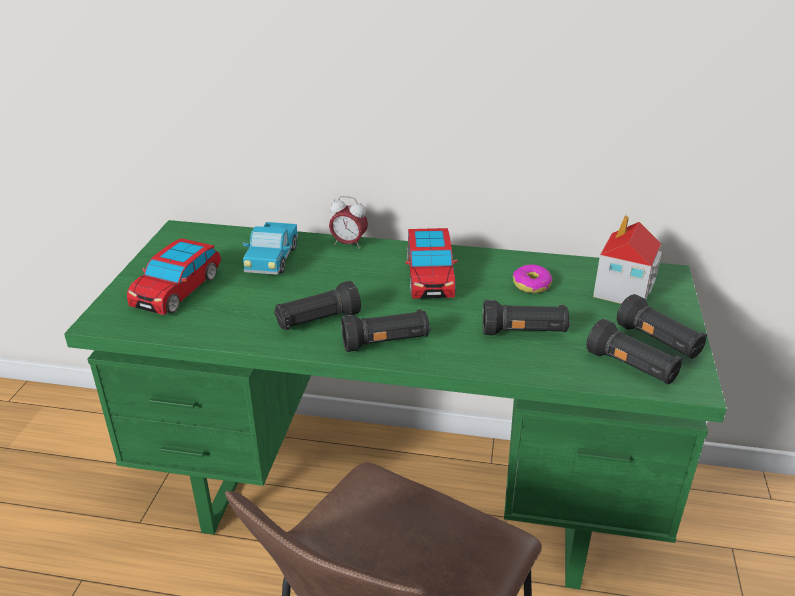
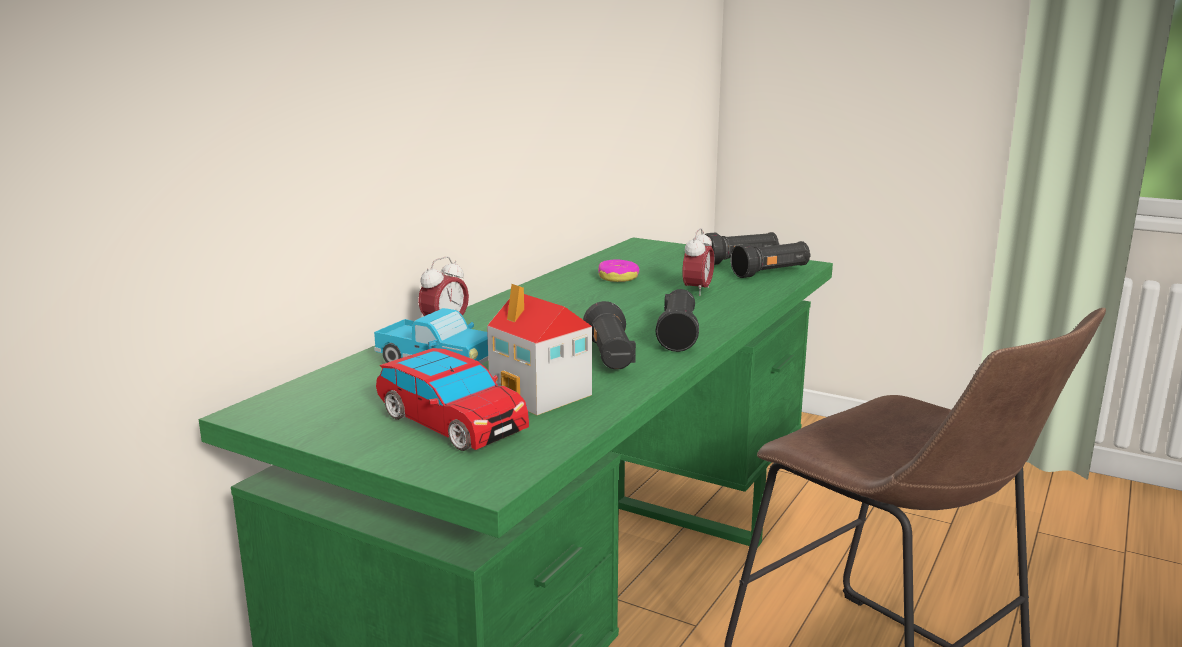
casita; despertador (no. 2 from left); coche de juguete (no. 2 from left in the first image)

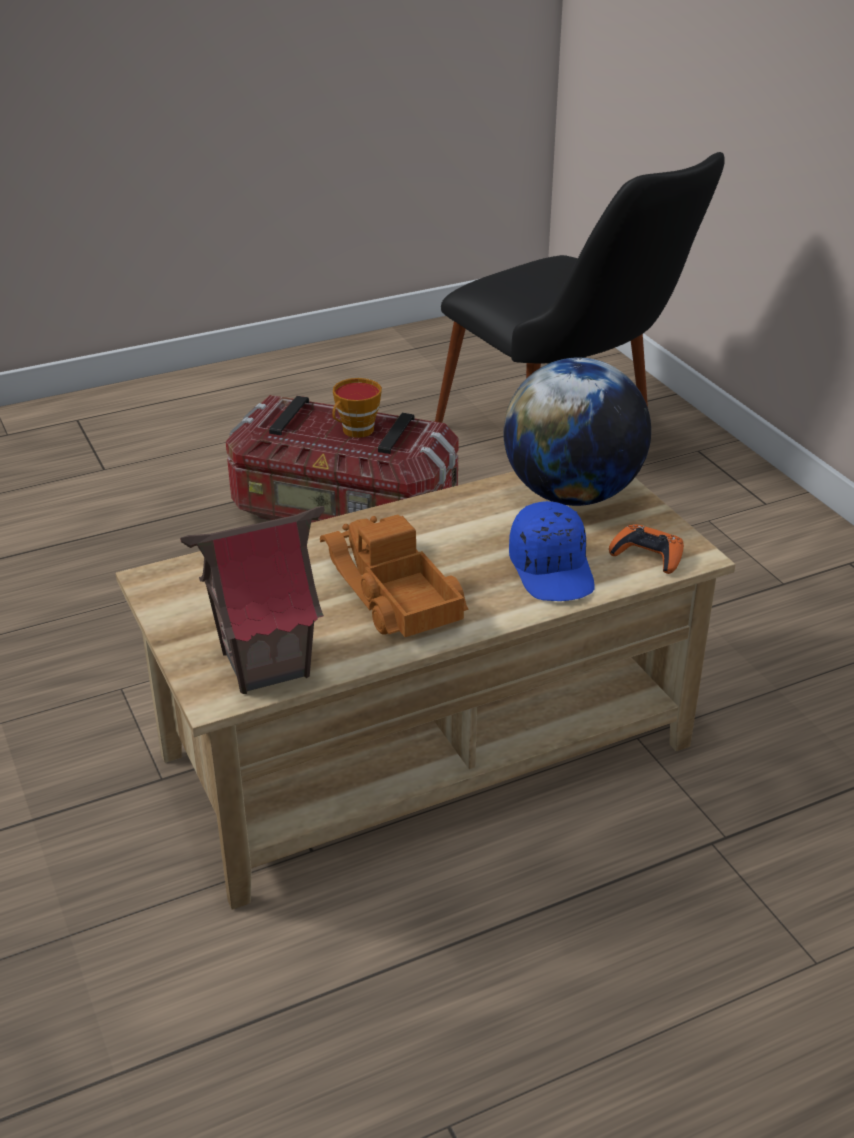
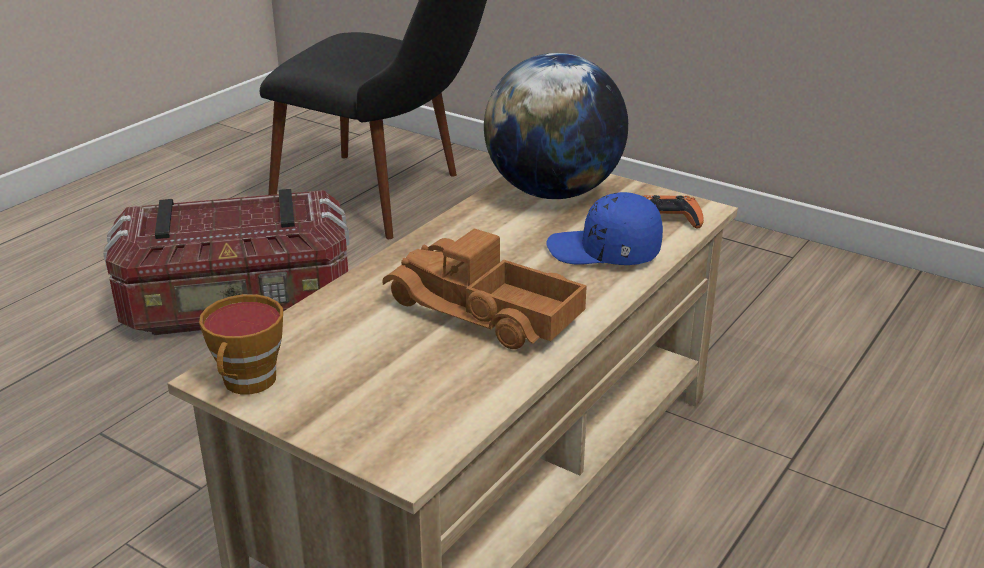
taza; gorra (azul); casita

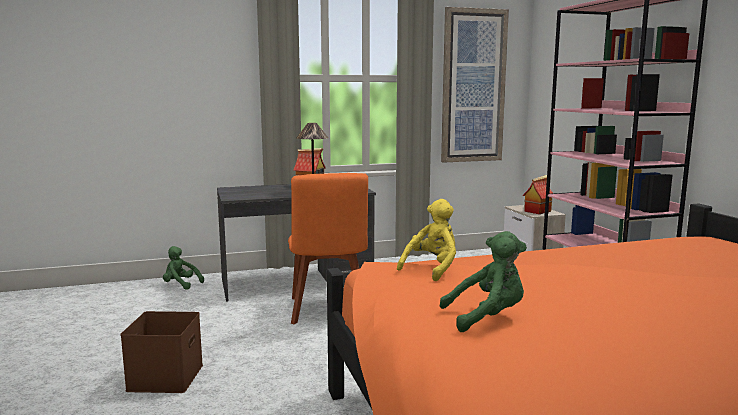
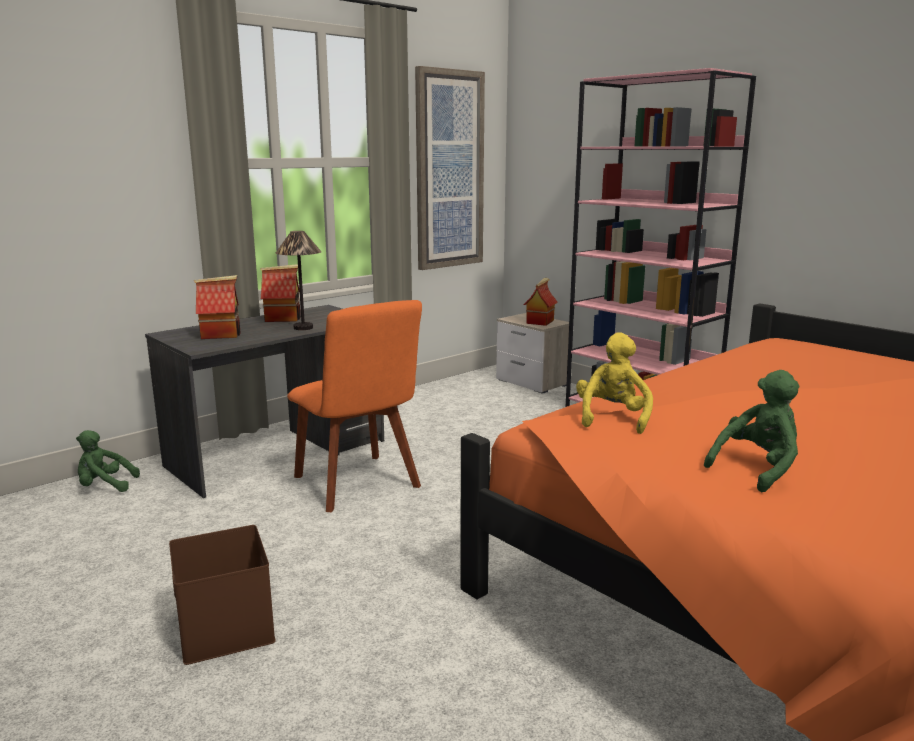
casita (no. 1 from left)

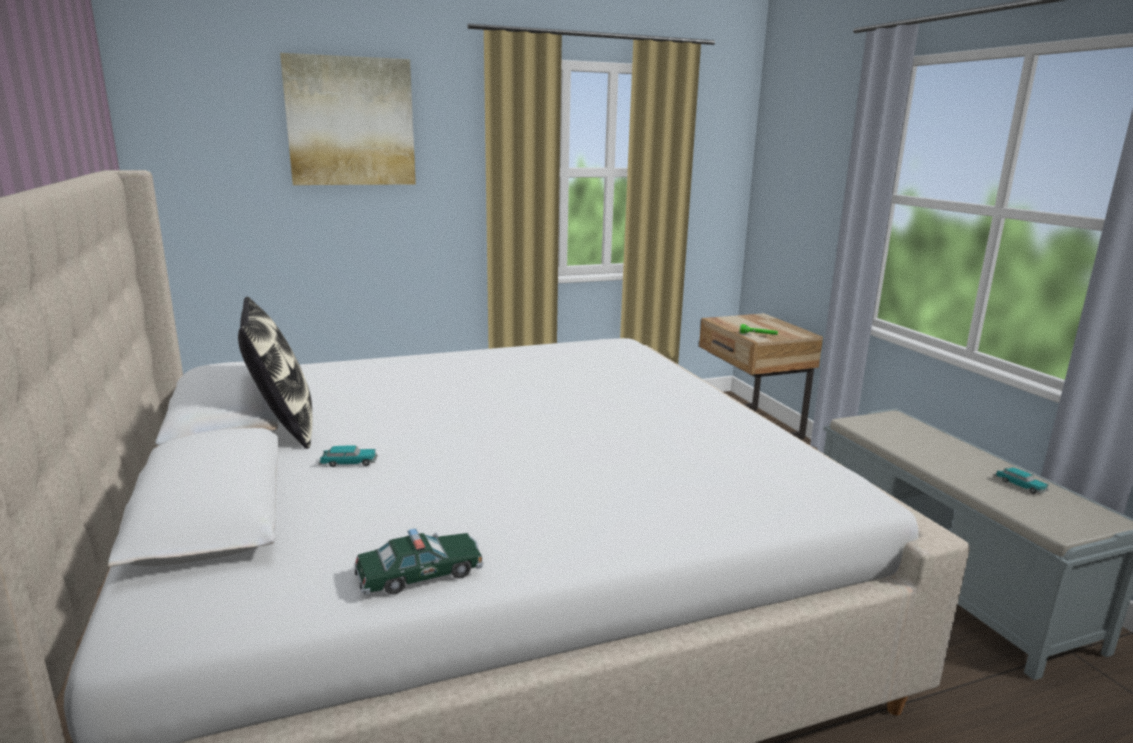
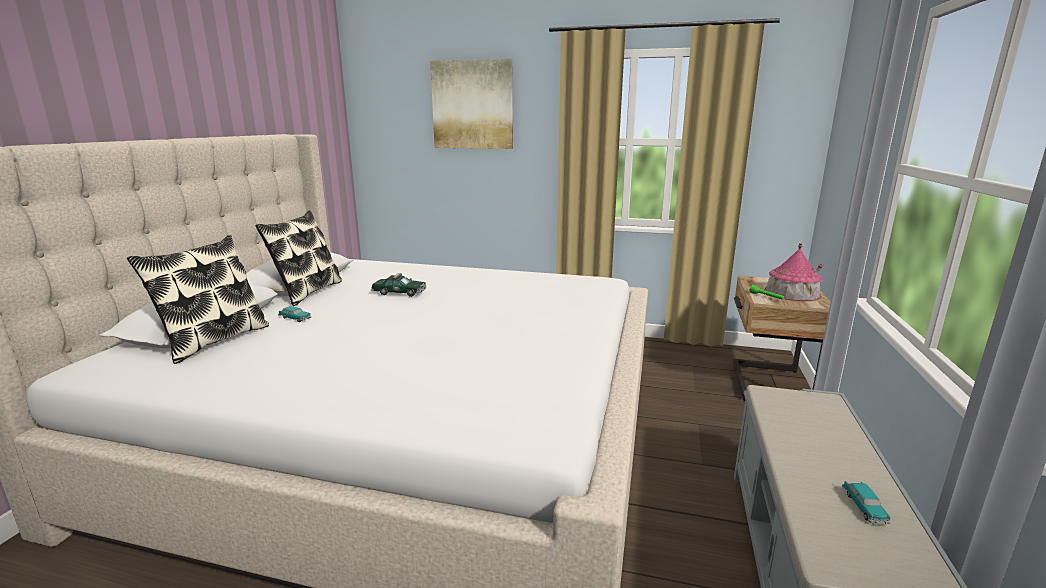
cojín (no. 1 from left); coche de juguete (no. 2 from left); casita

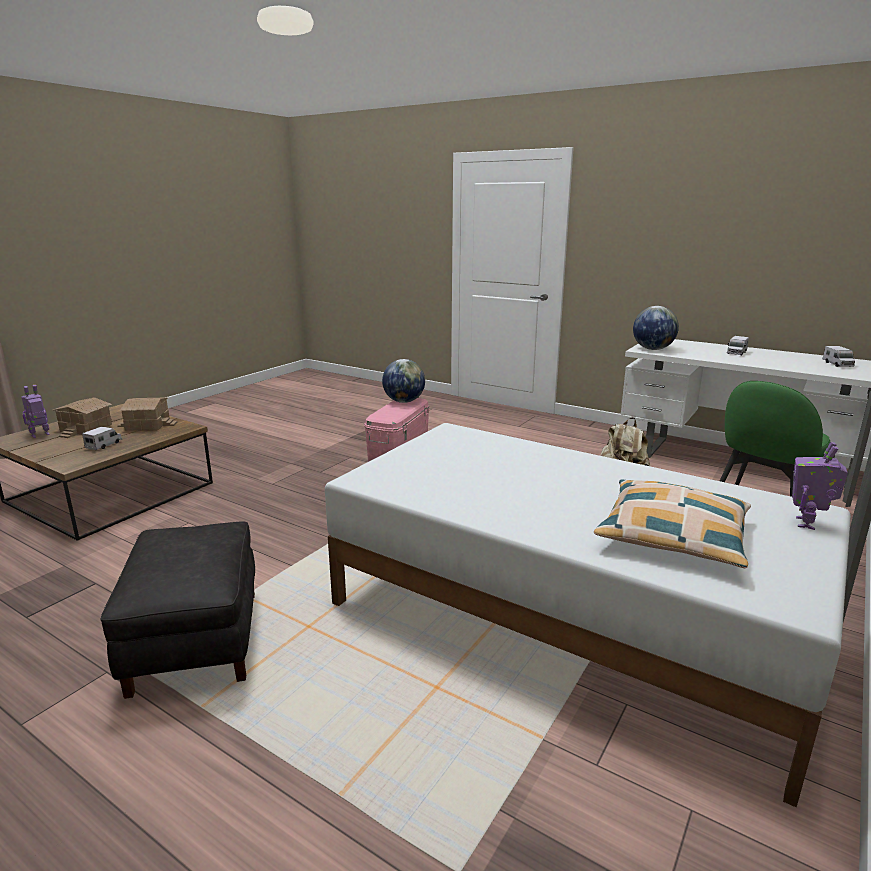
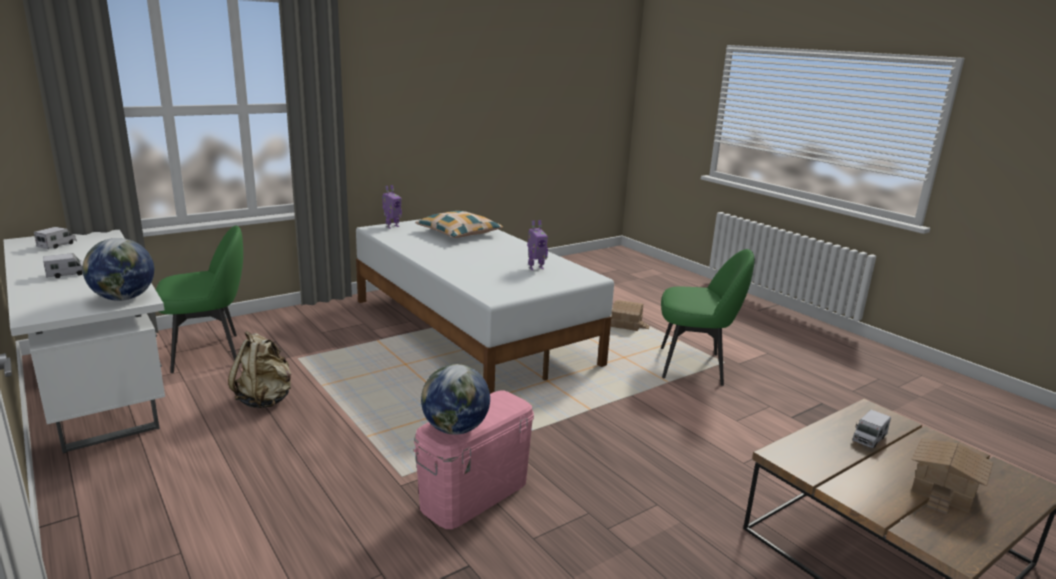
robot de juguete (no. 2 from left); casita (no. 1 from left); silla (verde) (no. 2 from left)

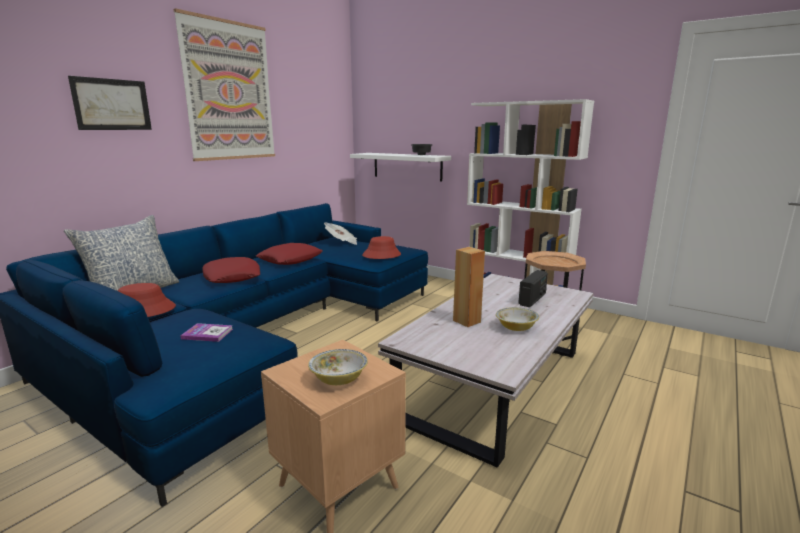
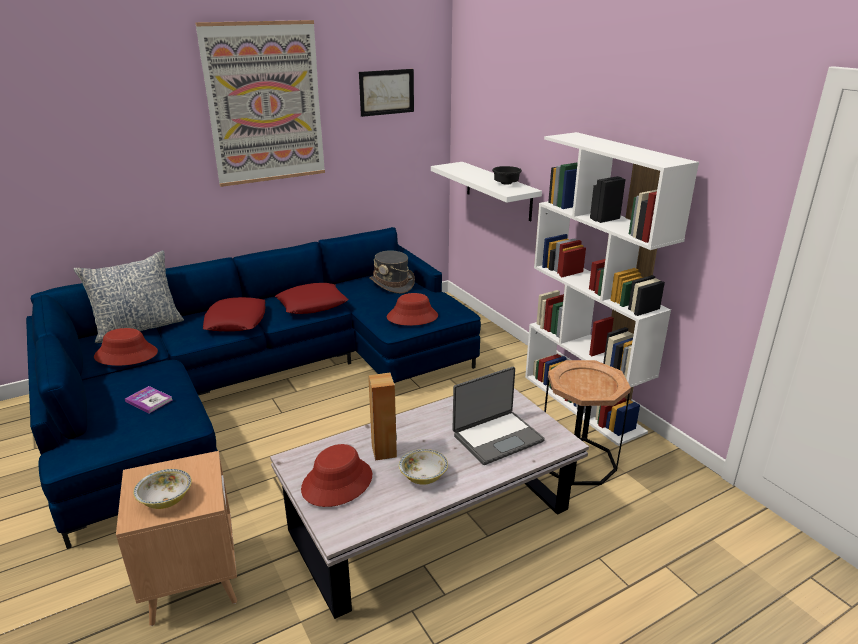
sombrero (rojo) (no. 2 from left); cuadro (no. 2 from left); sombrero (gris); portátil

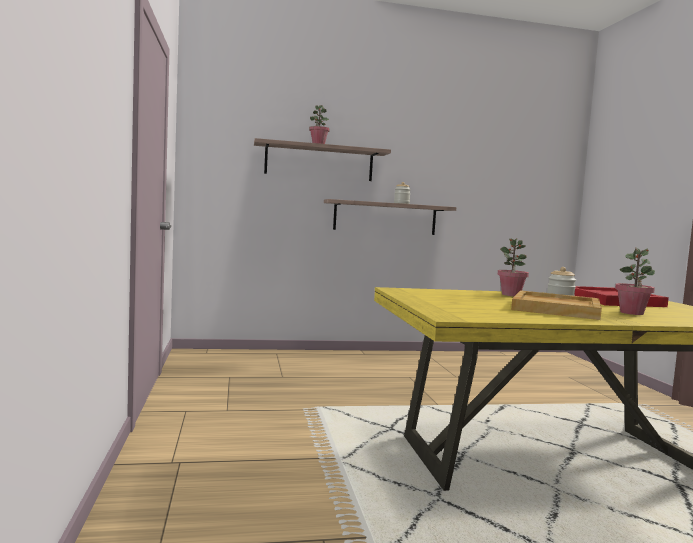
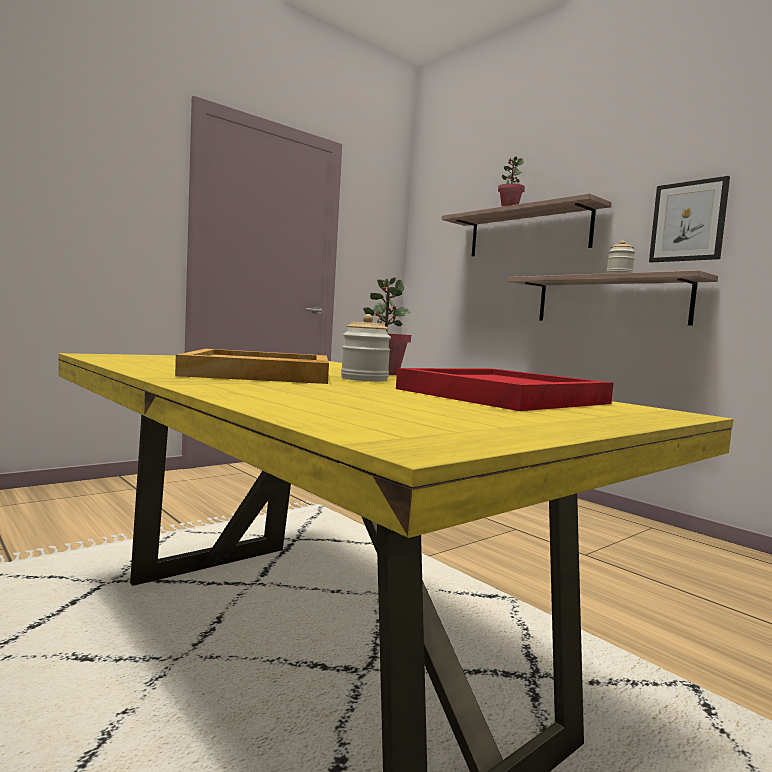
cuadro; planta en maceta (no. 3 from left in the first image)

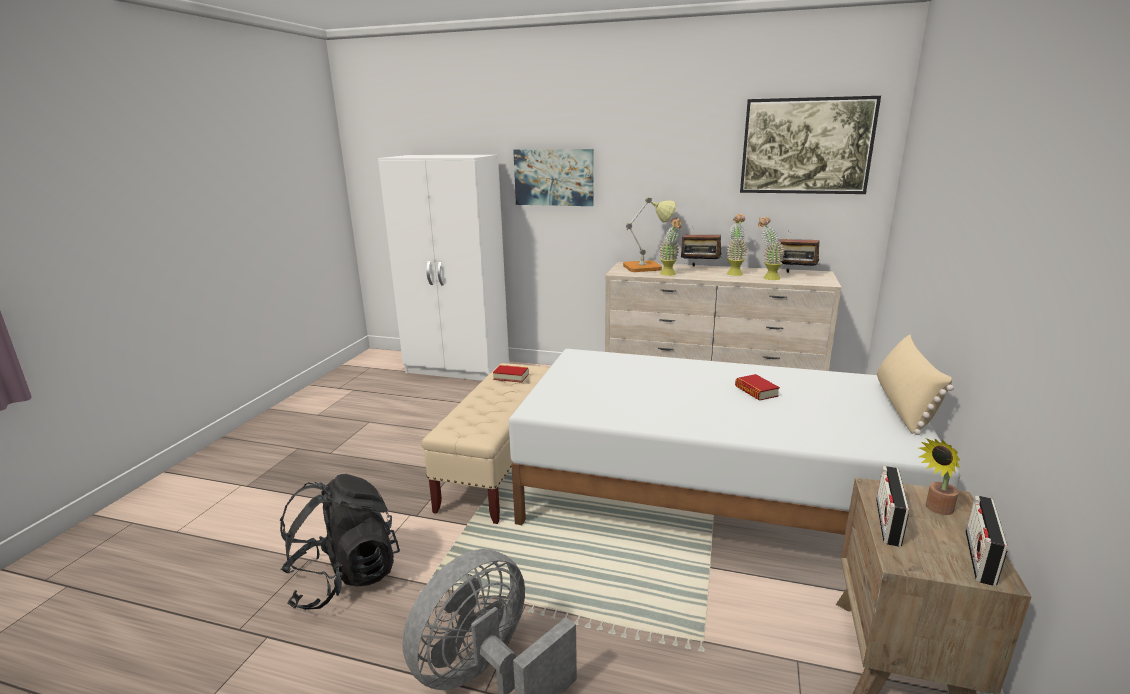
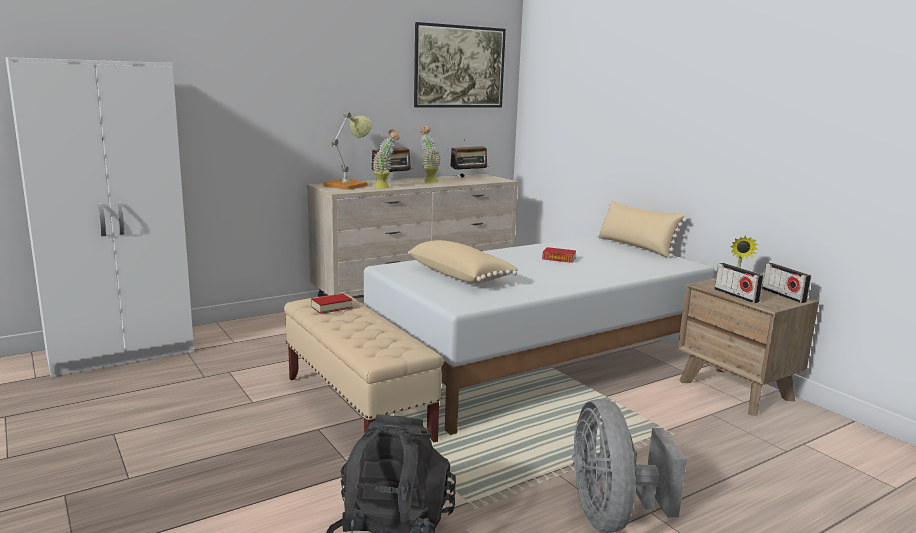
cojín (beis) (no. 1 from left); cuadro (no. 1 from left in the first image); planta en maceta (no. 3 from left in the first image)

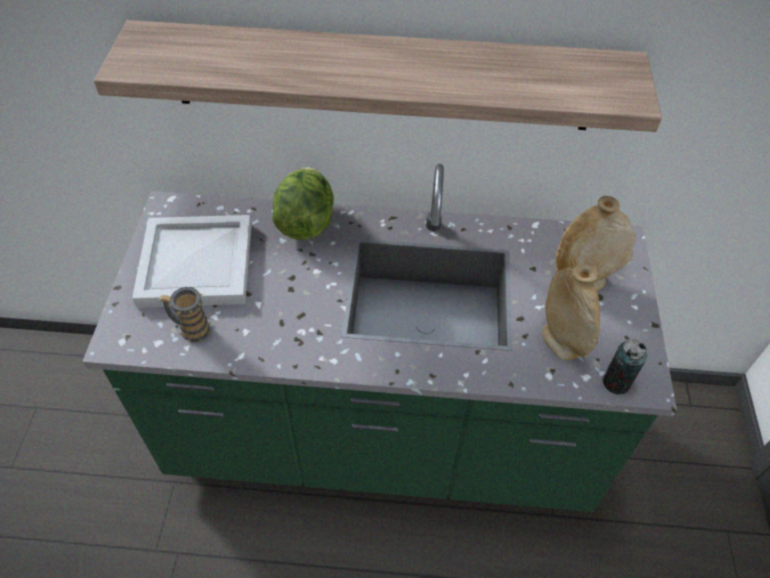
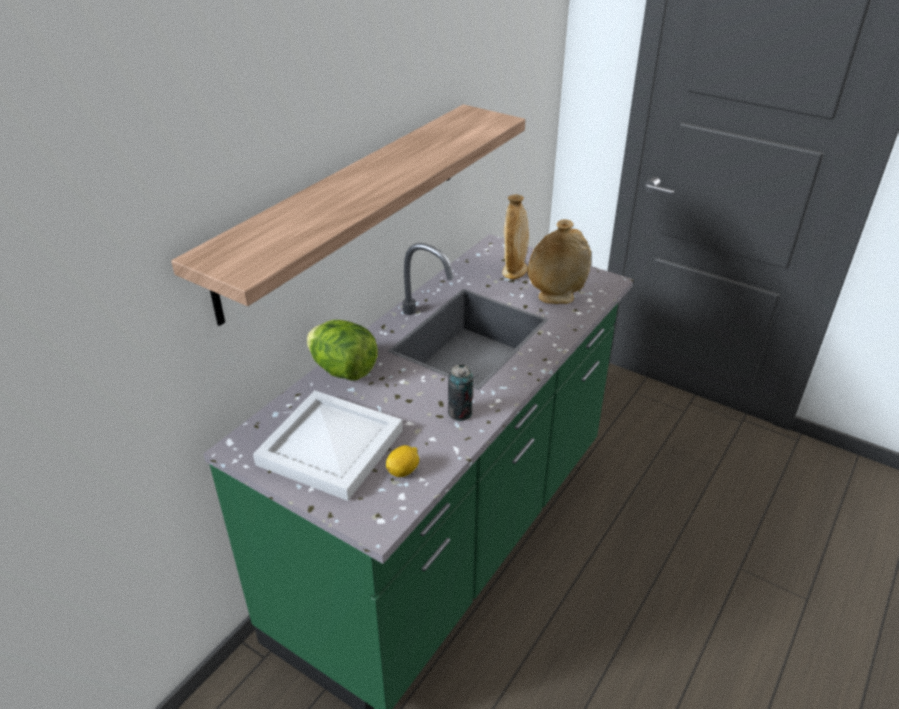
limón; lata

